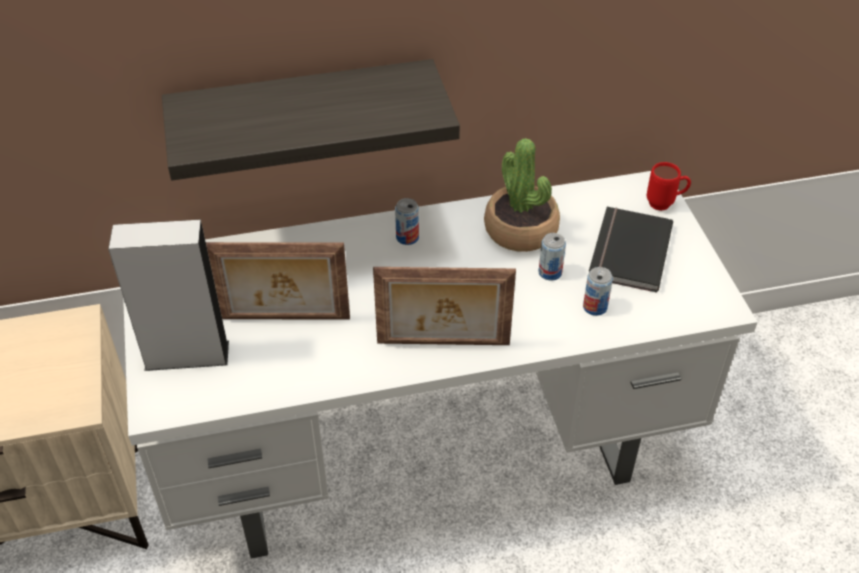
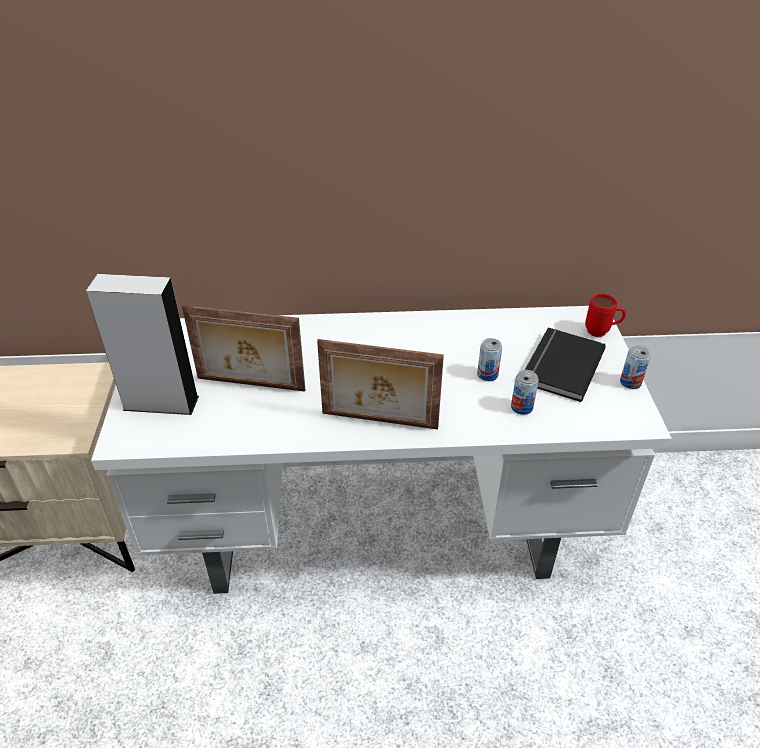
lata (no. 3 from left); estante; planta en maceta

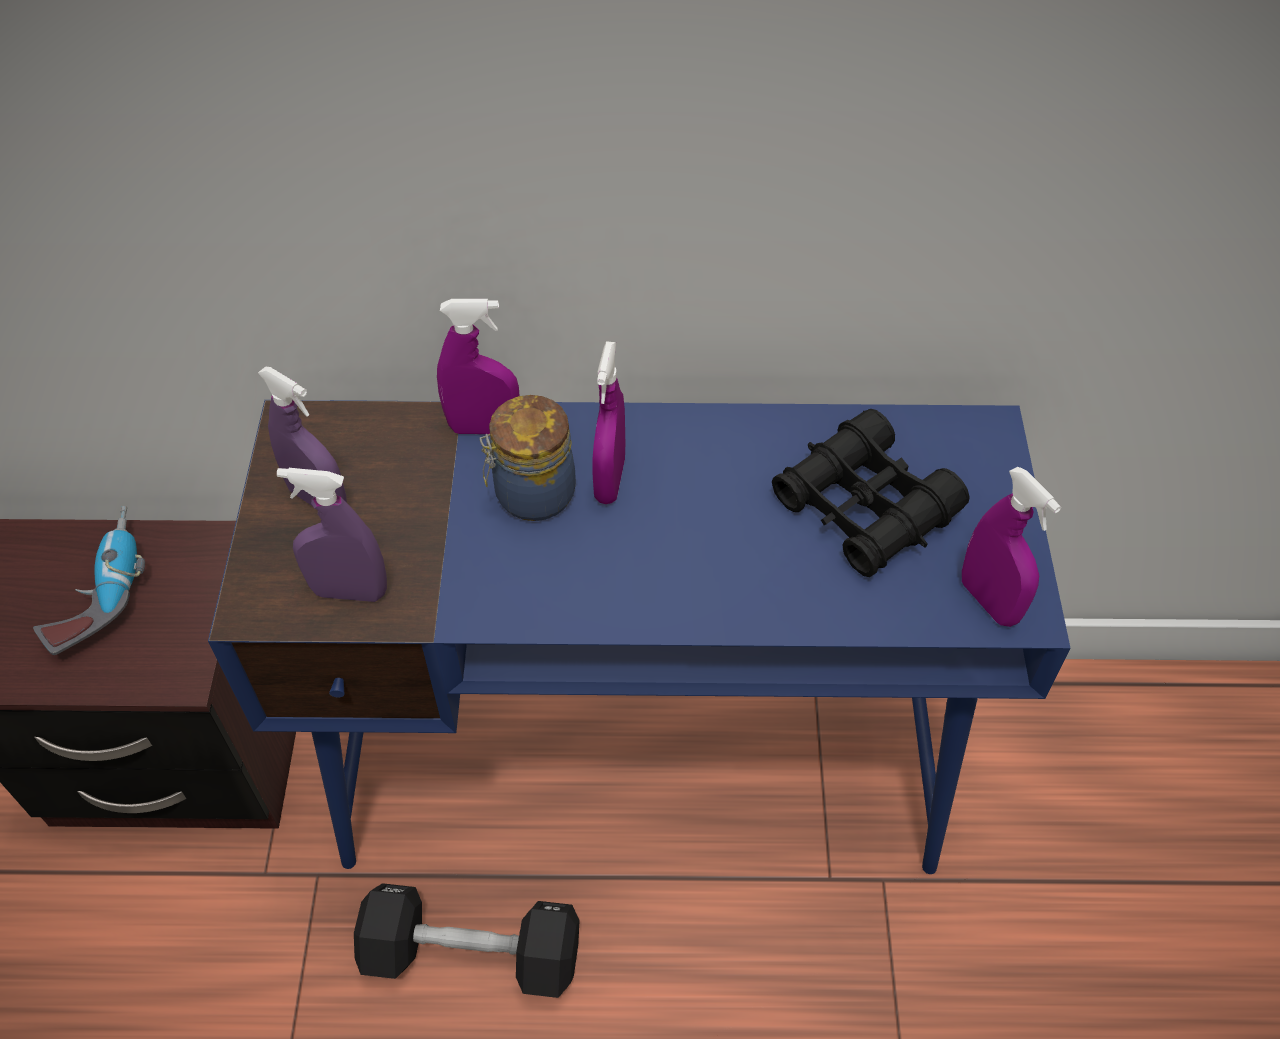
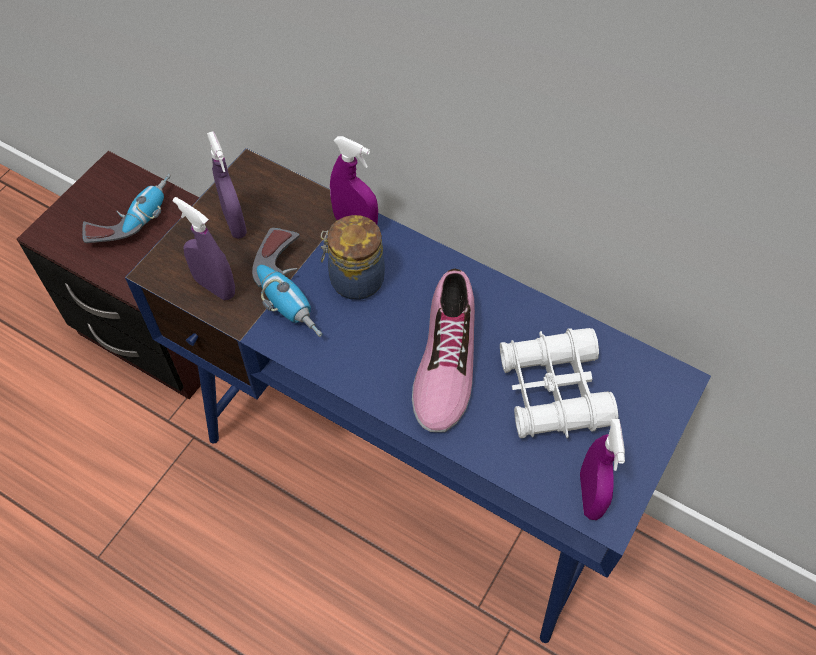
taladro (no. 2 from left); zapato; prismáticos (blanco); mancuerna (negro); pulverizador (morado) (no. 4 from left in the first image)

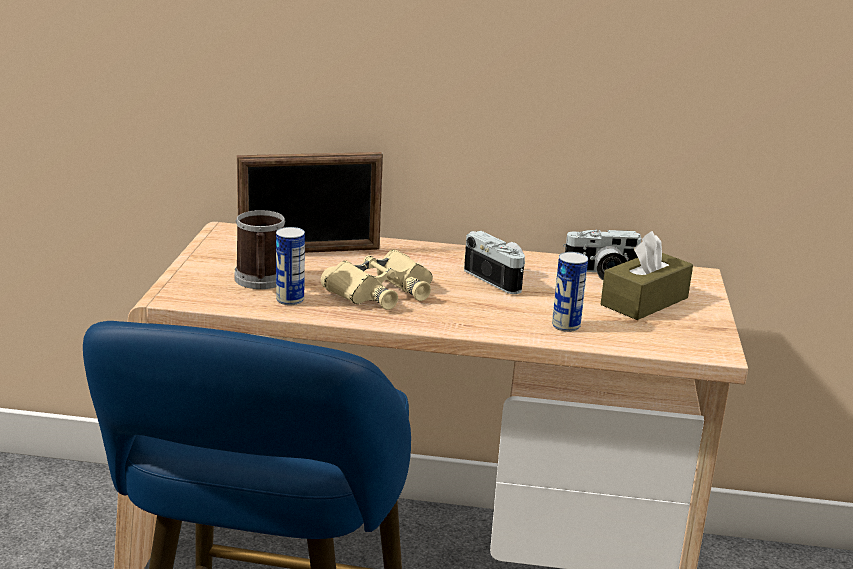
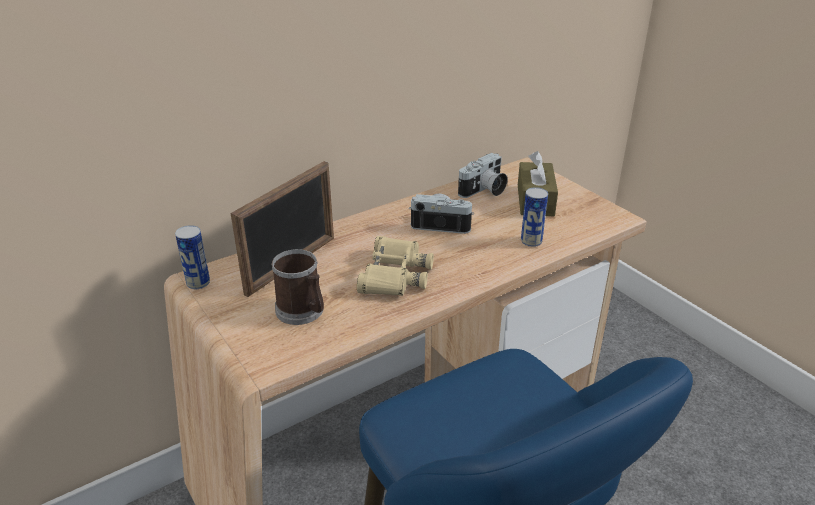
lata (no. 1 from left)

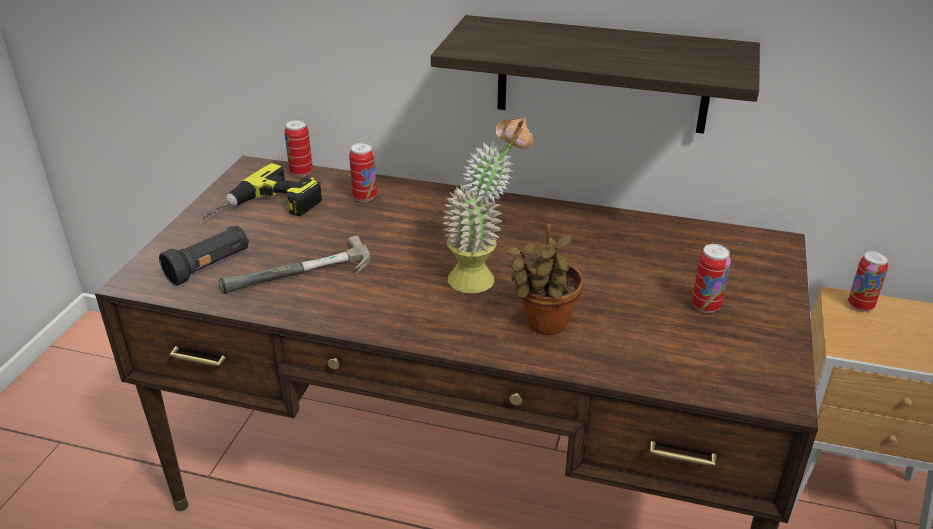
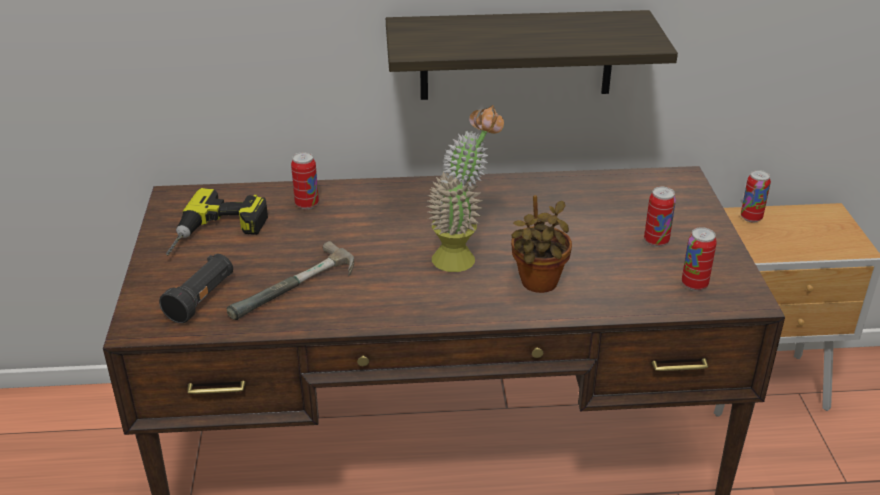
lata (no. 3 from left)

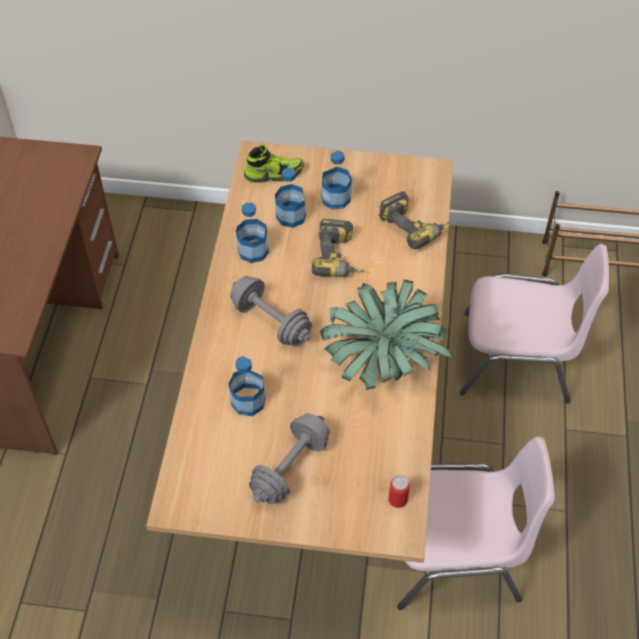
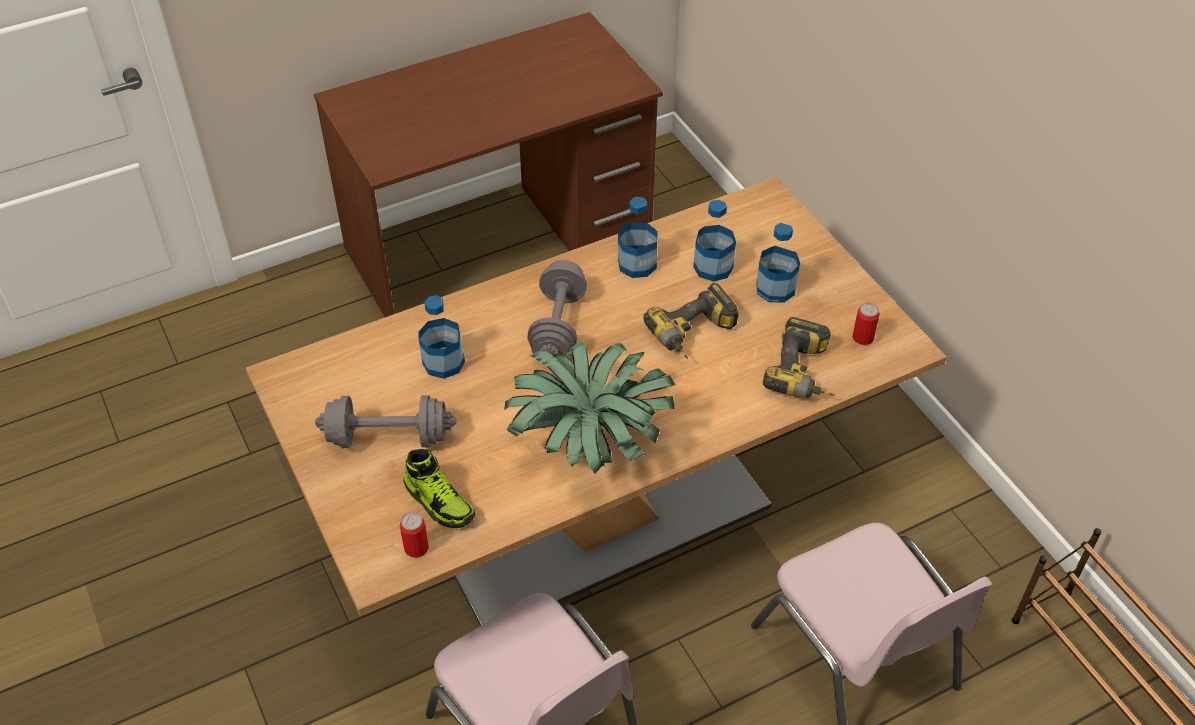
zapato; lata (no. 2 from left)

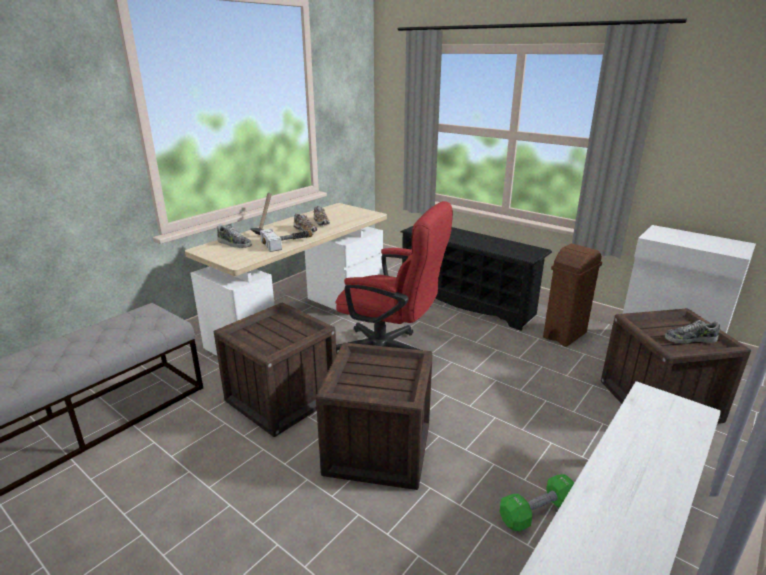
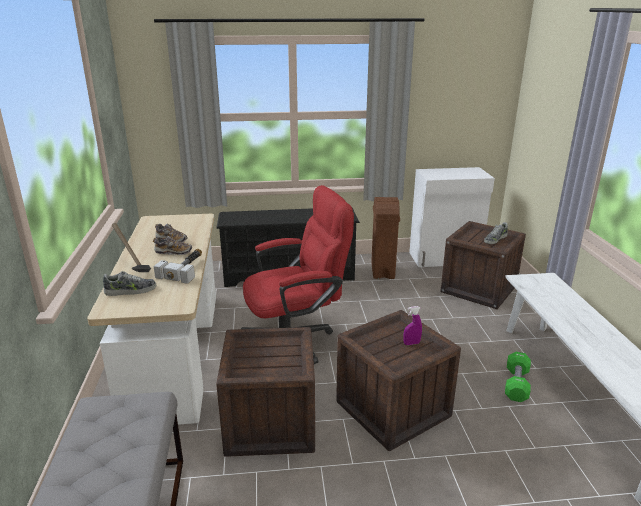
pulverizador (morado)

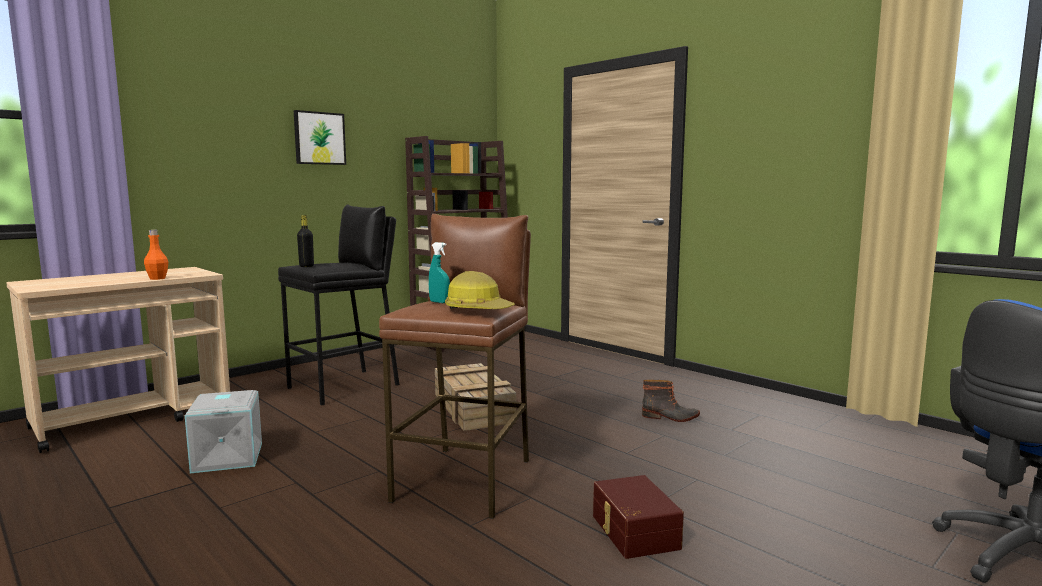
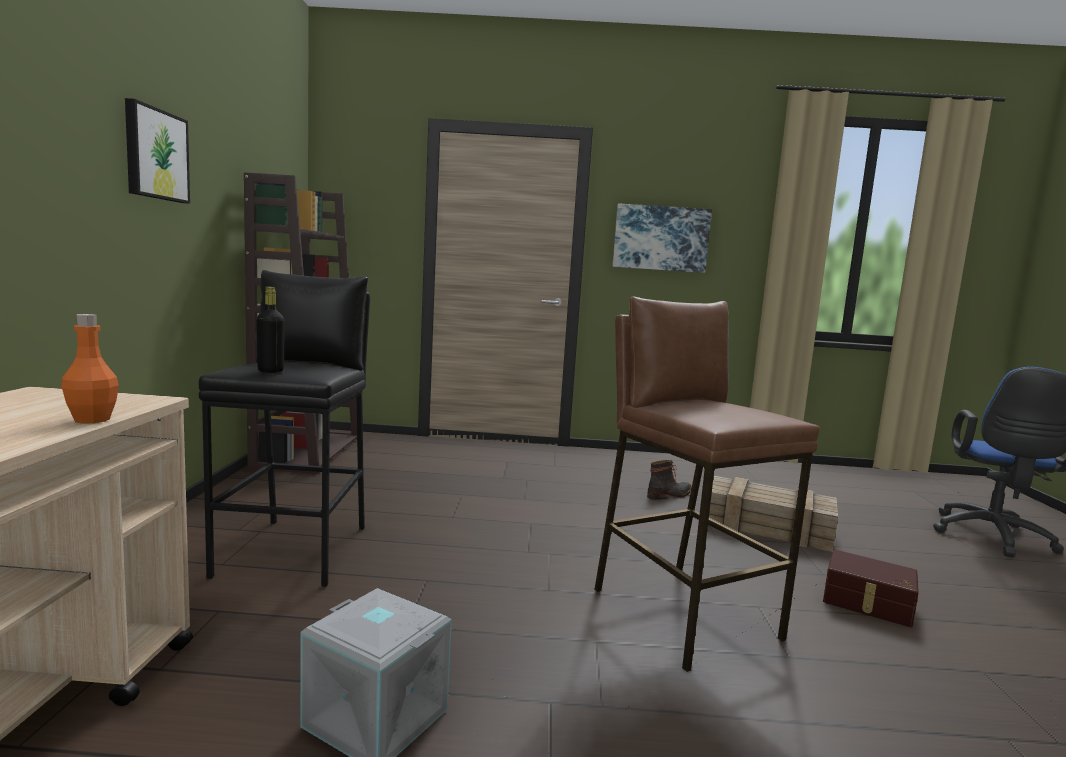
cuadro (no. 2 from left); caja de embalaje; pulverizador (turquesa); casco

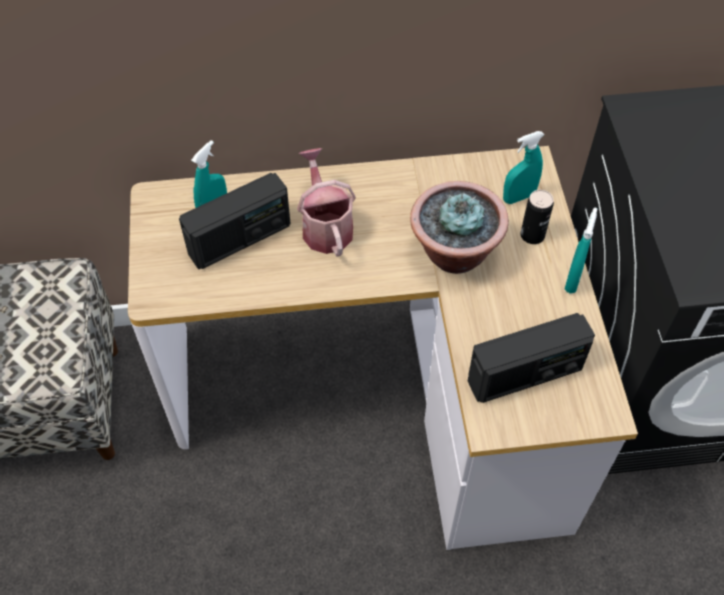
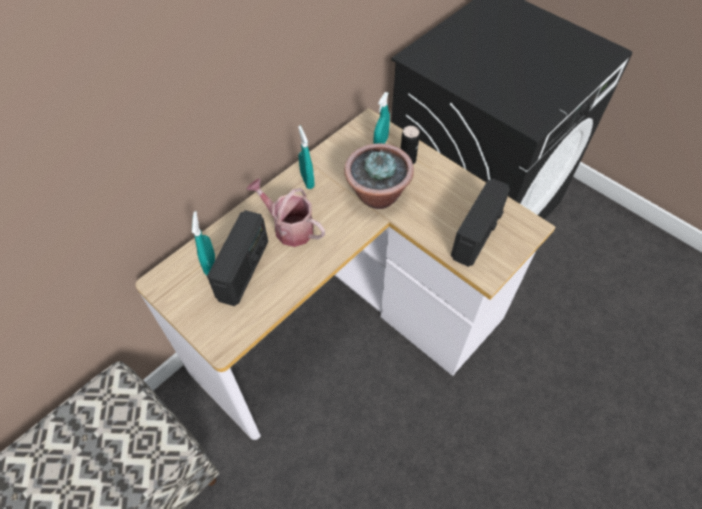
pulverizador (turquesa) (no. 2 from left)

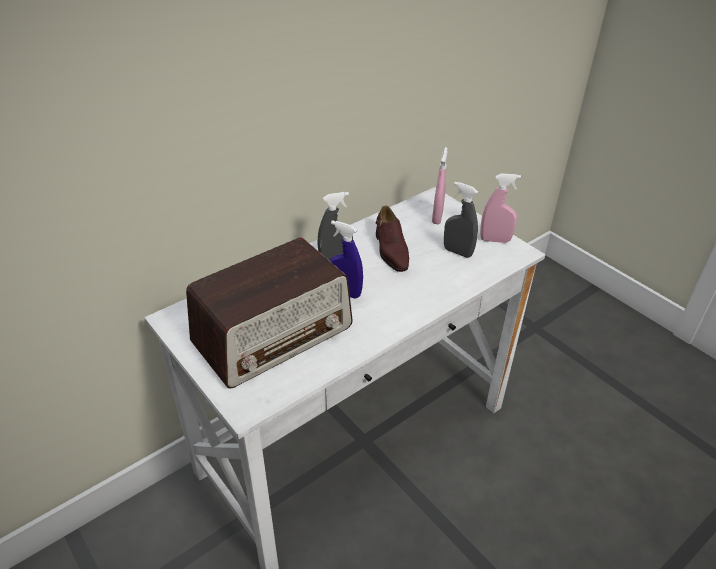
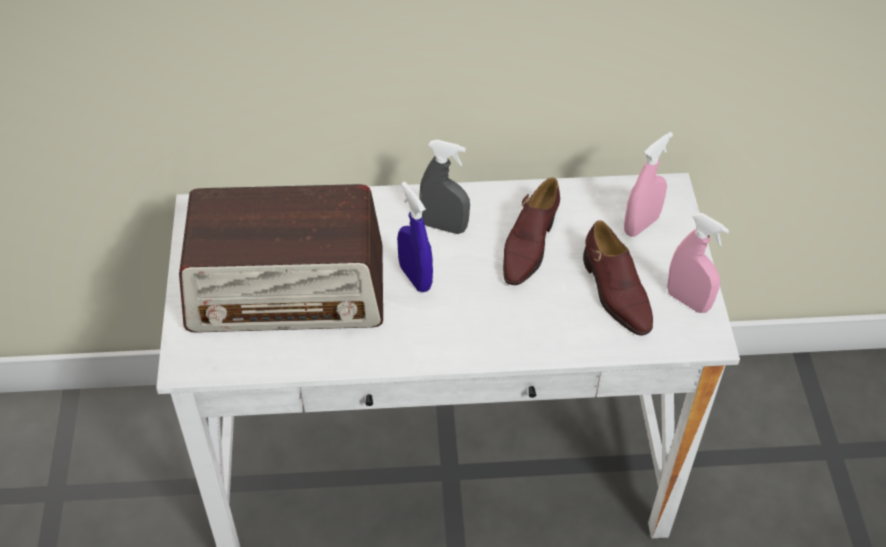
zapato (marrón) (no. 2 from left)

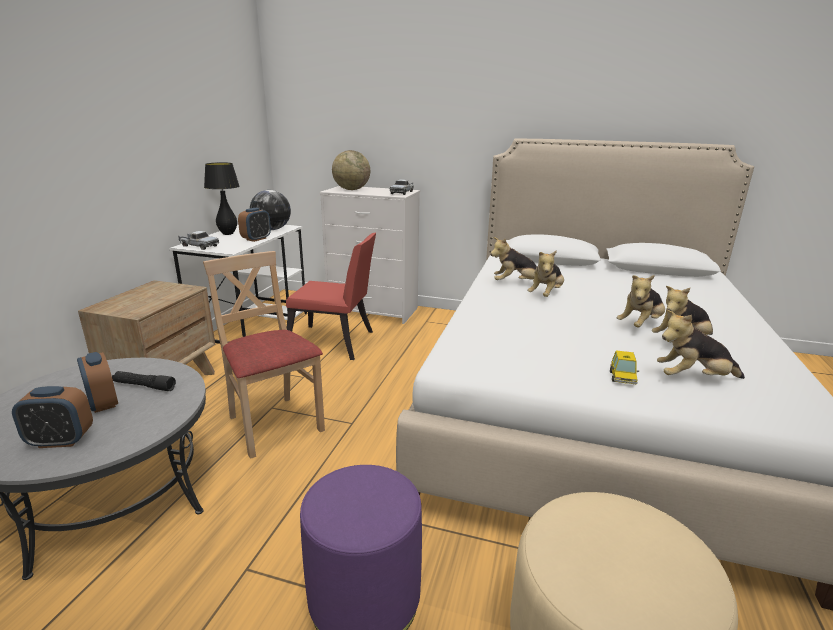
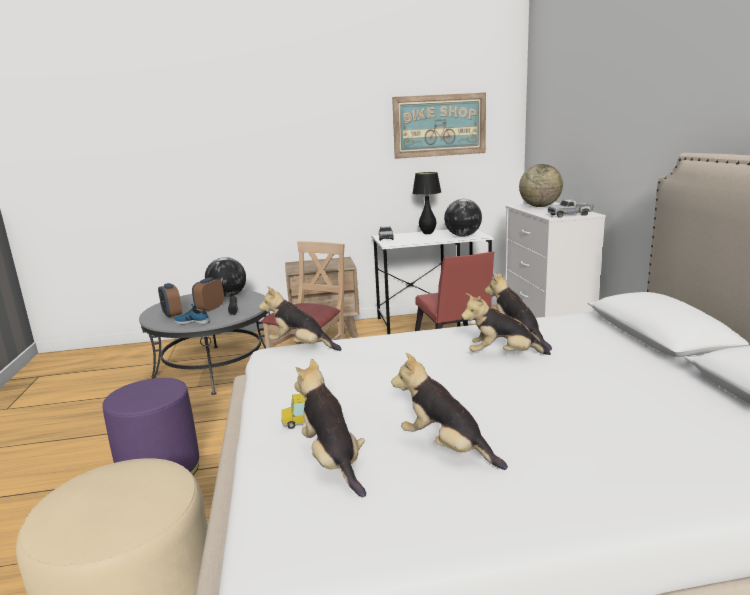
zapato; globo terráqueo (no. 1 from left); peluche (no. 1 from left); cuadro; despertador (no. 3 from left in the first image)

